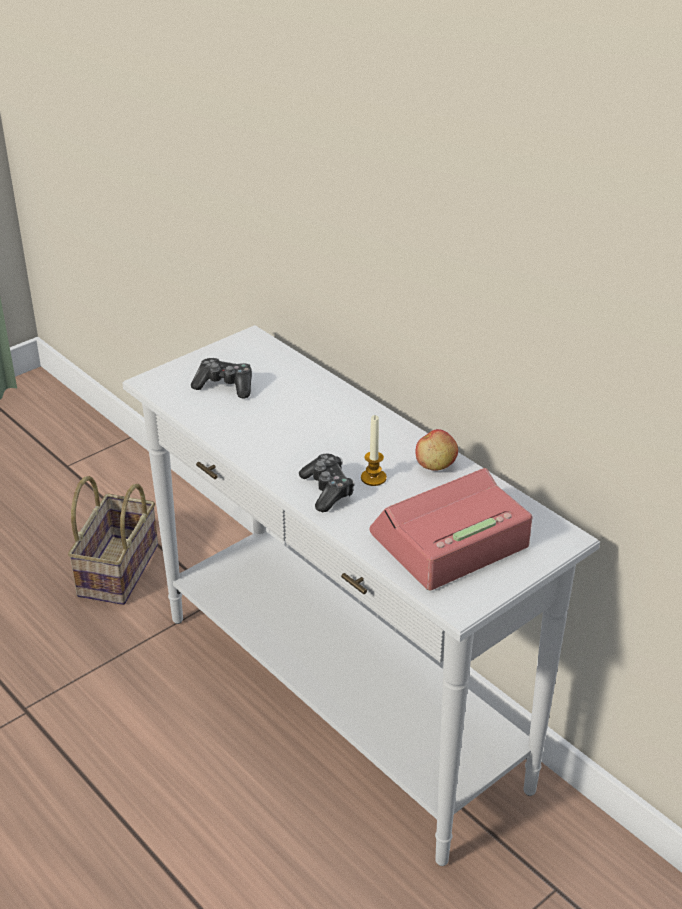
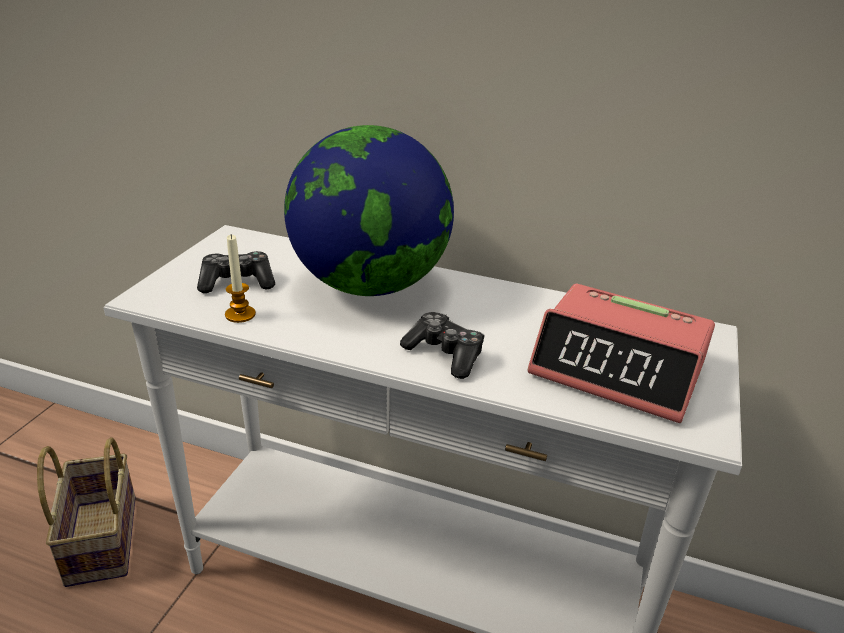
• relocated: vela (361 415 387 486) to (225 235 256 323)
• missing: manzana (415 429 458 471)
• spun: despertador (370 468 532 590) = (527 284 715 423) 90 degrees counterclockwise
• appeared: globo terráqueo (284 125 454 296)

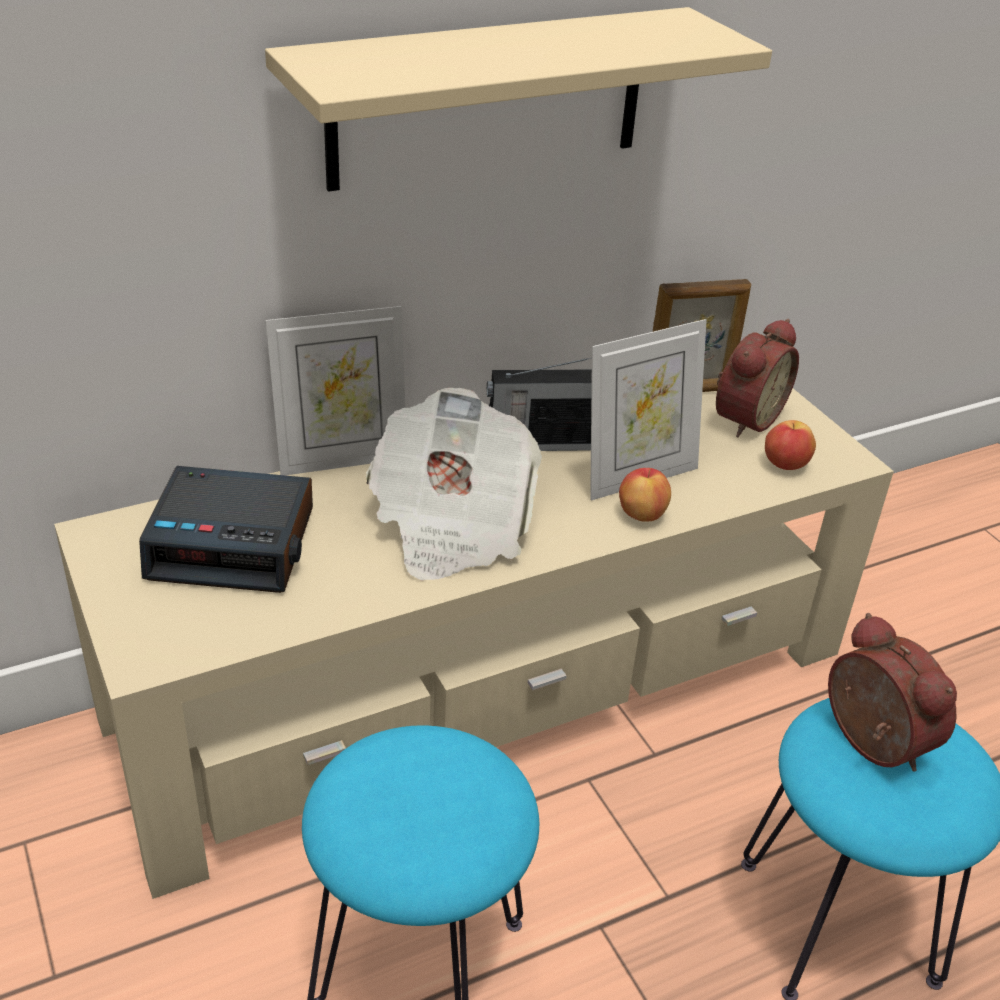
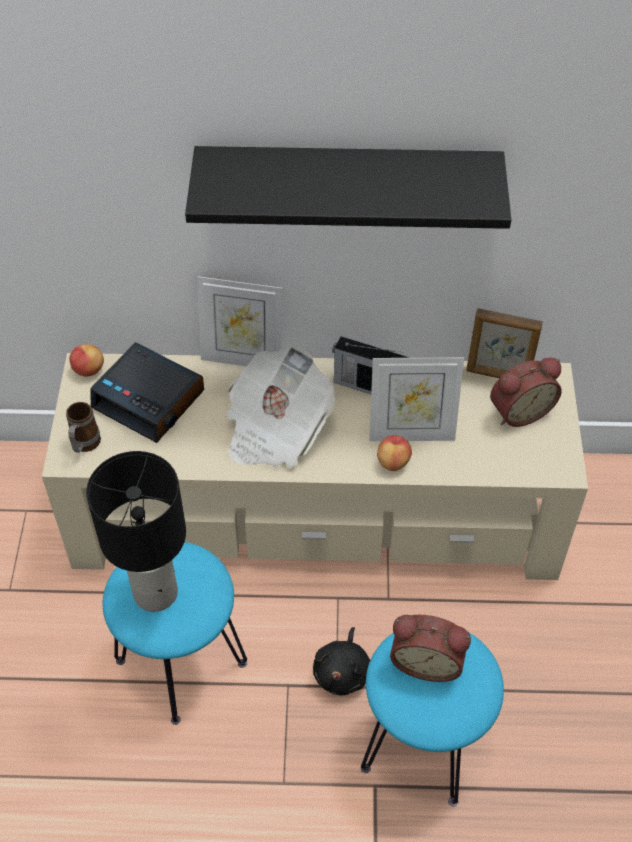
• colour: estante [beis] (265 7 772 192) to estante [negro] (185 146 511 229)
• relocated: manzana (765 420 816 470) to (69 344 104 376)
• spun: despertador (828 613 957 772) = (390 615 471 682) 105 degrees clockwise
• appeared: taza grande (66 402 101 453)
• appeared: lámpara de mesa [negro] (86 451 186 612)
• appeared: peluche [negro] (313 627 370 695)

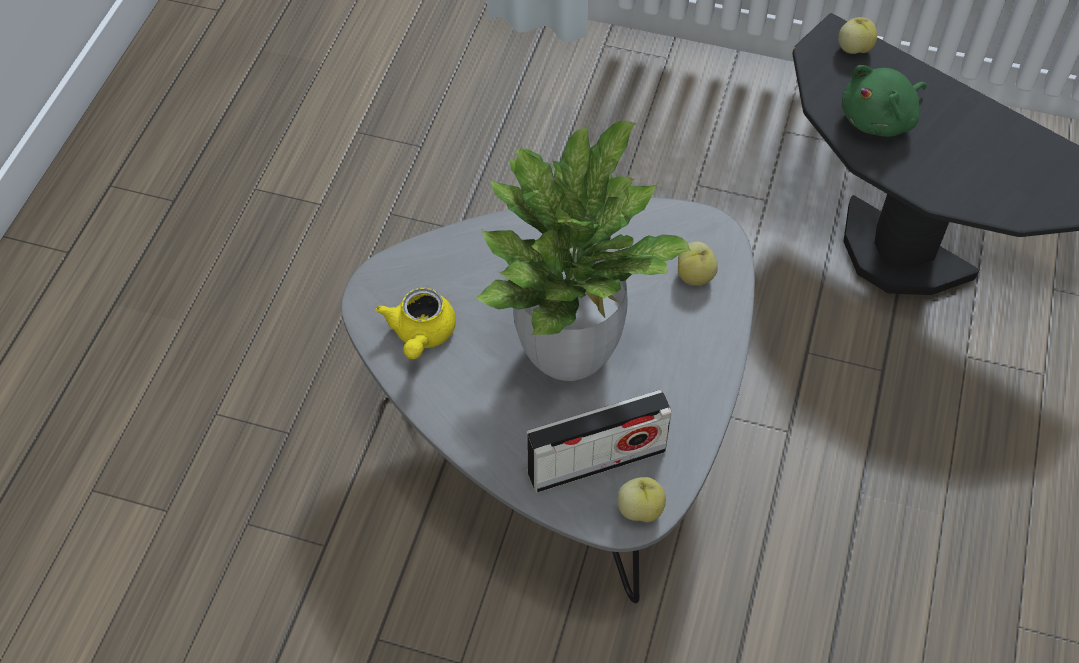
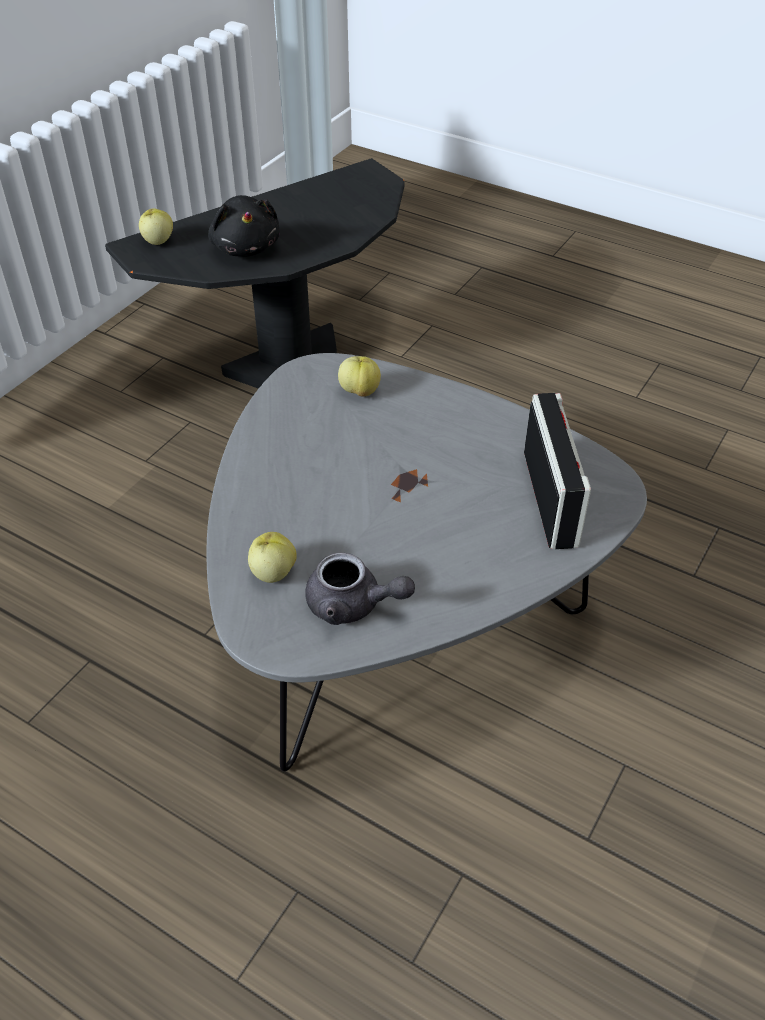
• colour: peluche [verde] (842 65 927 137) to peluche [negro] (208 195 279 257)
• missing: planta en maceta (472 120 691 381)
• colour: tetera [amarillo] (376 288 456 359) to tetera [gris] (305 553 415 625)
• relocated: manzana (617 477 666 522) to (248 532 297 583)

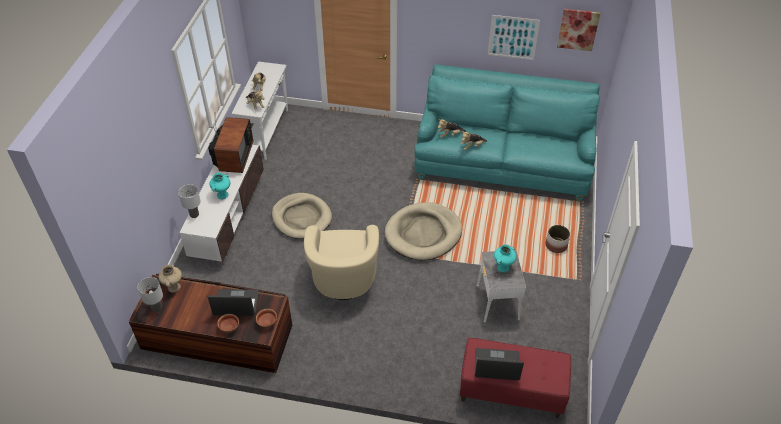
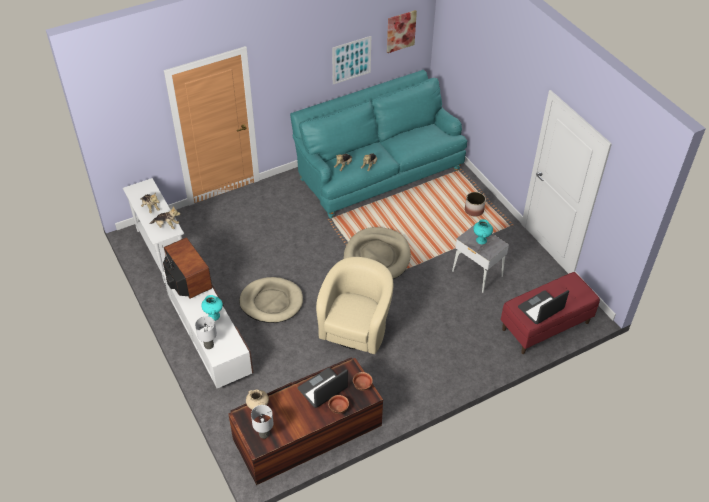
• spun: sillón [beis] (304 225 379 300) = (316 257 393 354) 120 degrees counterclockwise

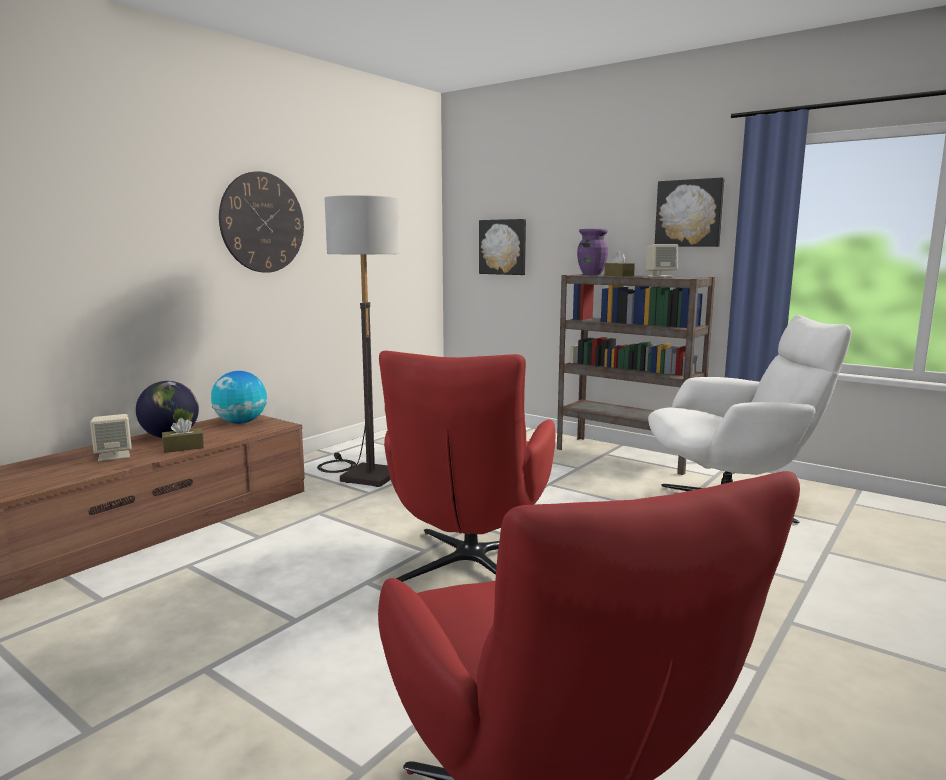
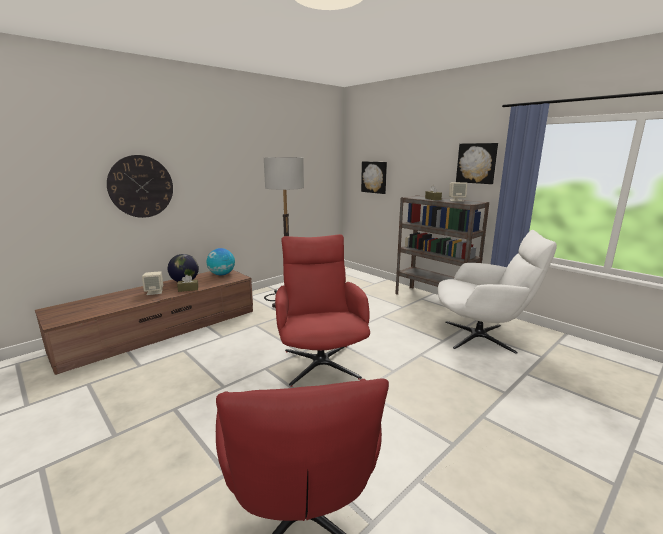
• relocated: reloj de pared (219 171 304 273) to (107 155 173 218)
• missing: florero [morado] (577 229 608 275)
• spun: sillón [rojo] (379 351 555 582) = (275 234 370 387) 150 degrees clockwise

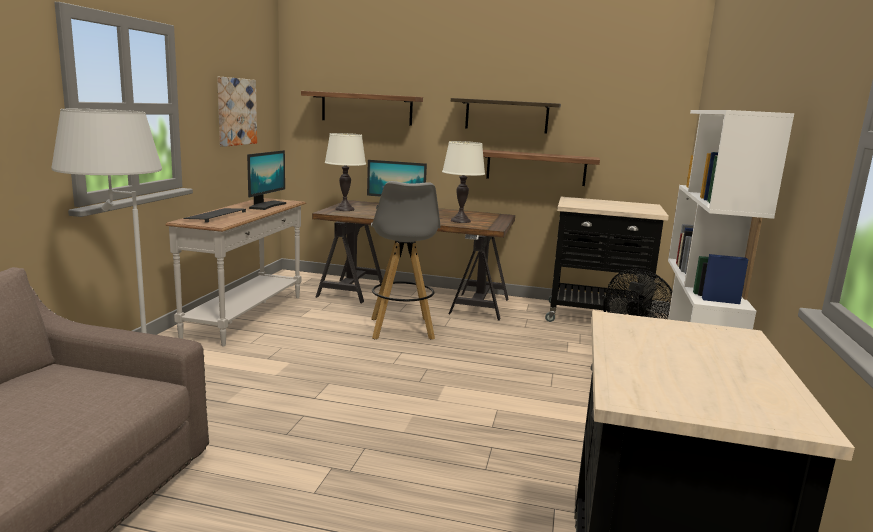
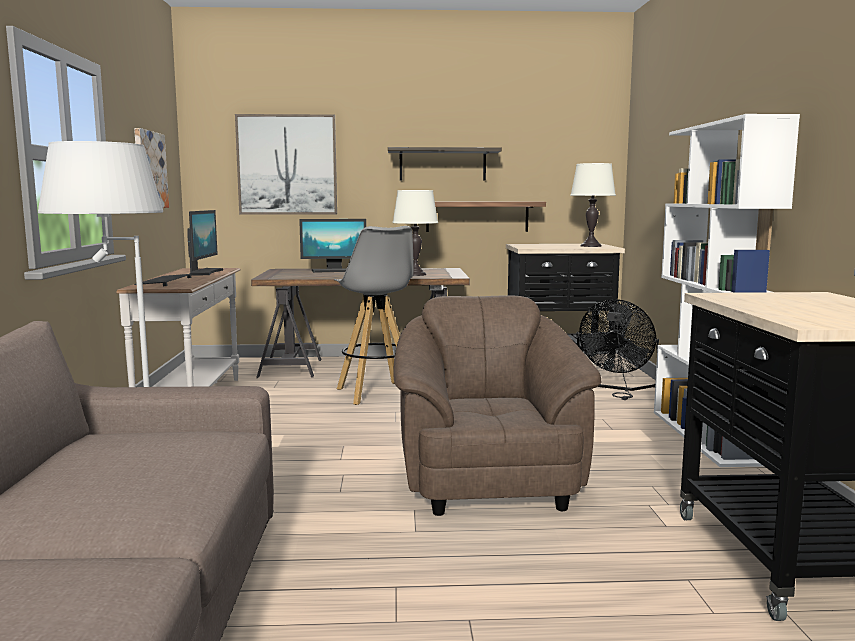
• exchanged: estante (301 91 423 126) to cuadro (235 114 337 215)
• relocated: lámpara de mesa [blanco] (325 133 366 211) to (570 163 616 247)
• appeared: sillón [marrón] (393 295 602 516)

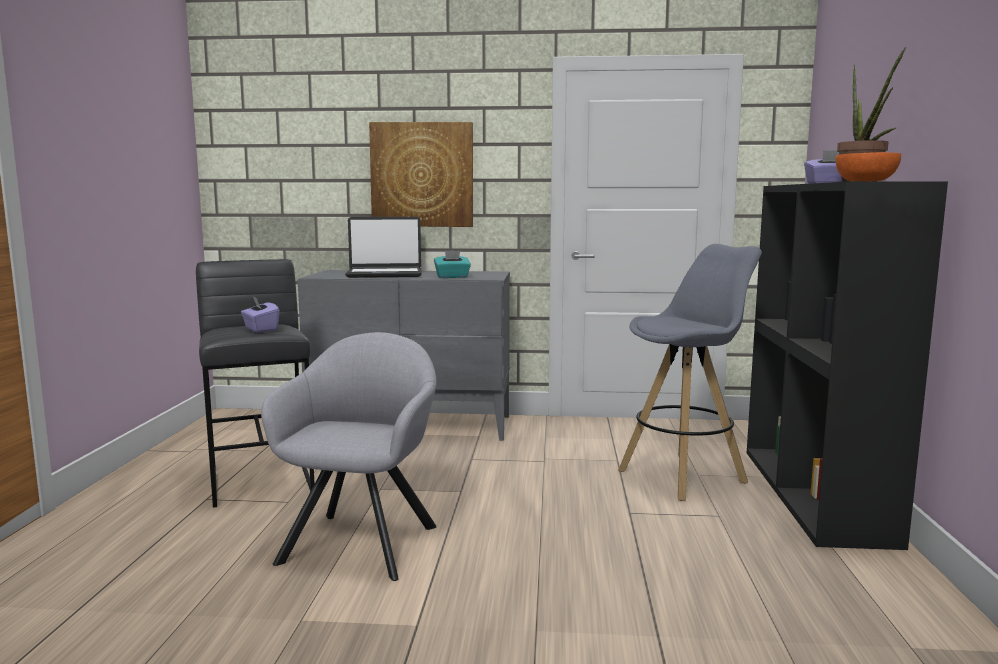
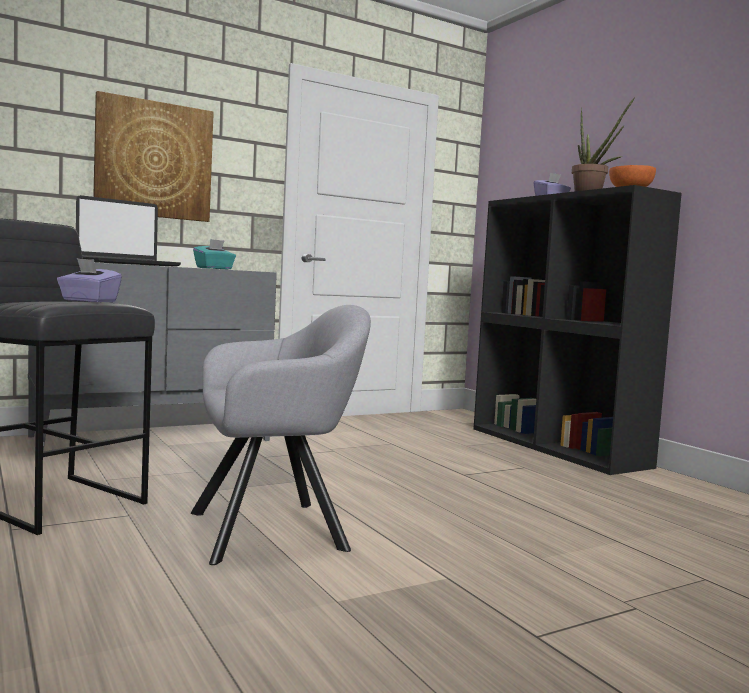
• missing: taburete [gris] (618 244 762 501)
• spun: sillón [gris] (261 332 437 581) = (191 305 371 565) 90 degrees clockwise

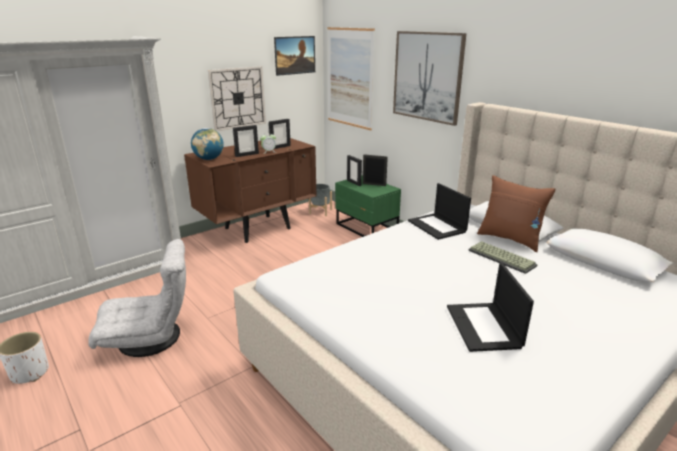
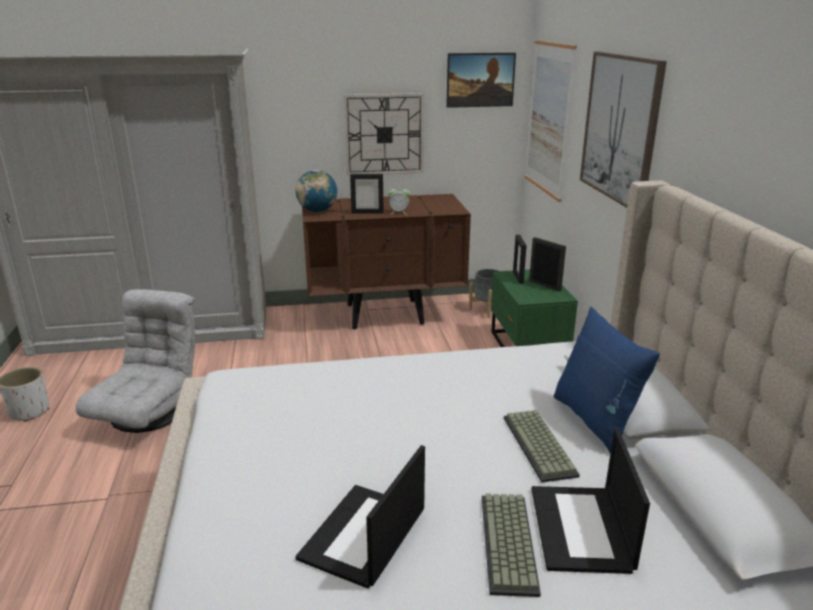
• missing: portarretratos (269 119 291 149)
• colour: cojín [marrón] (477 175 555 252) to cojín [azul] (554 307 660 454)
• relocated: portátil (408 183 471 240) to (531 429 650 574)
• spun: sillón [gris] (88 239 186 357) = (76 289 195 433) 90 degrees counterclockwise
• appeared: teclado (482 494 541 597)

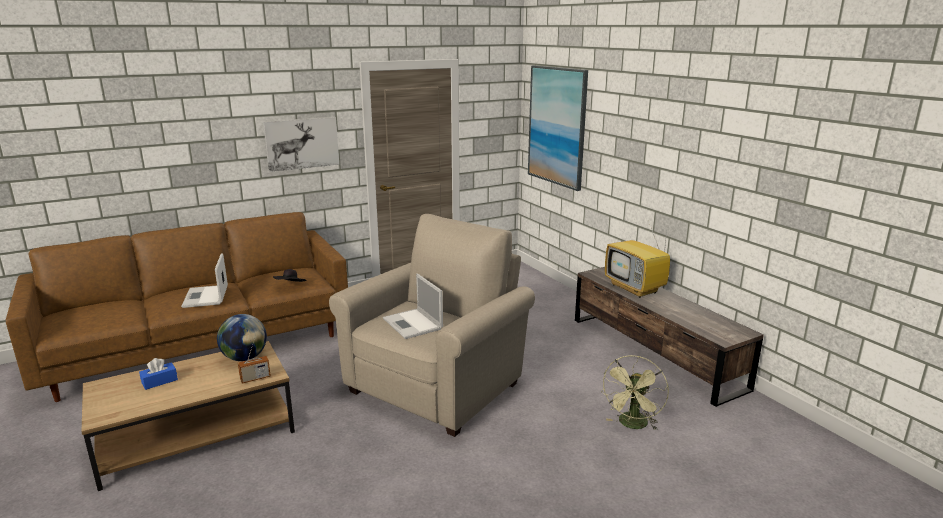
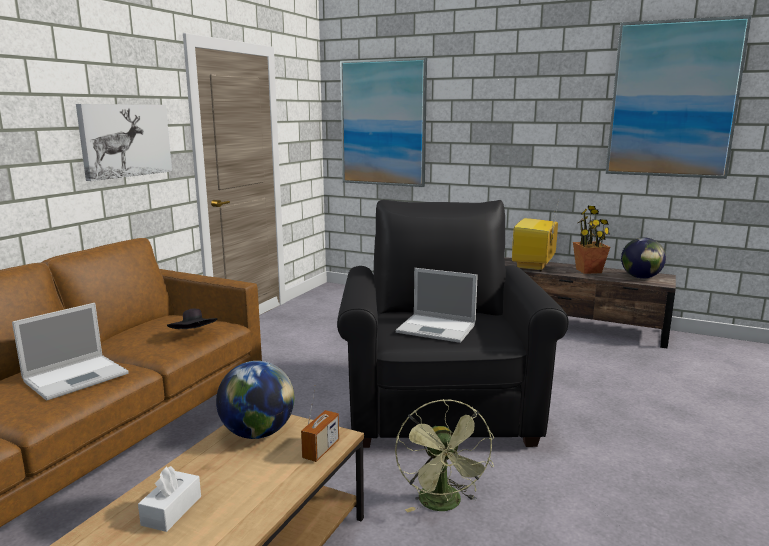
• colour: sillón [beis] (329 214 535 437) to sillón [negro] (337 200 569 448)
• spun: televisor (605 224 670 298) = (512 200 559 272) 90 degrees clockwise
• spun: portátil (181 253 228 308) = (12 303 129 401) 90 degrees counterclockwise
• relocated: ventilador [verde] (601 355 669 430) to (395 399 494 512)
• colour: caja de pañuelos [azul] (139 358 178 390) to caja de pañuelos [blanco] (138 466 201 532)
• appeared: cuadro (605 15 752 179)
• appeared: planta en maceta (573 206 610 274)
• appeared: globo terráqueo (621 237 666 279)

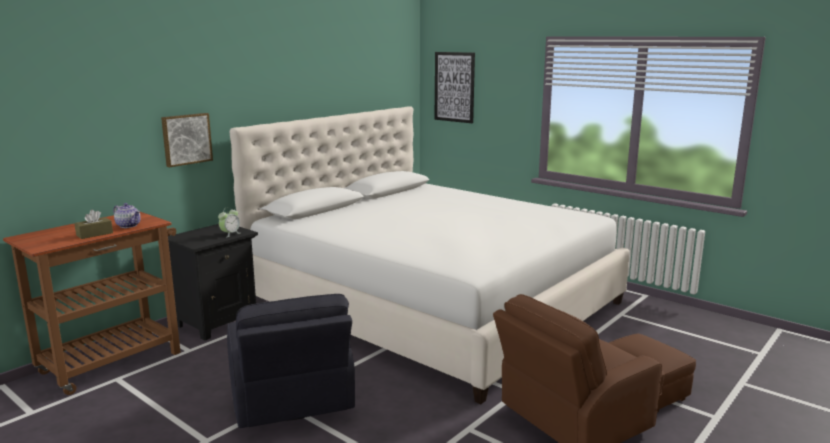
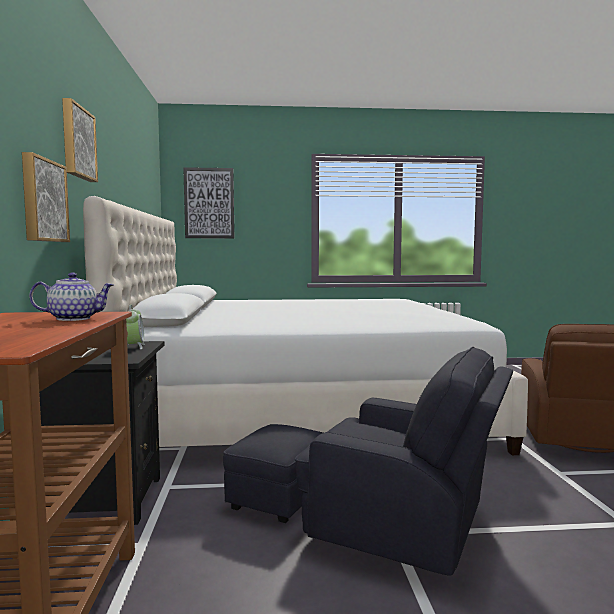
• missing: caja de pañuelos [marrón] (74 210 113 239)
• appeared: cuadro (62 98 98 182)

